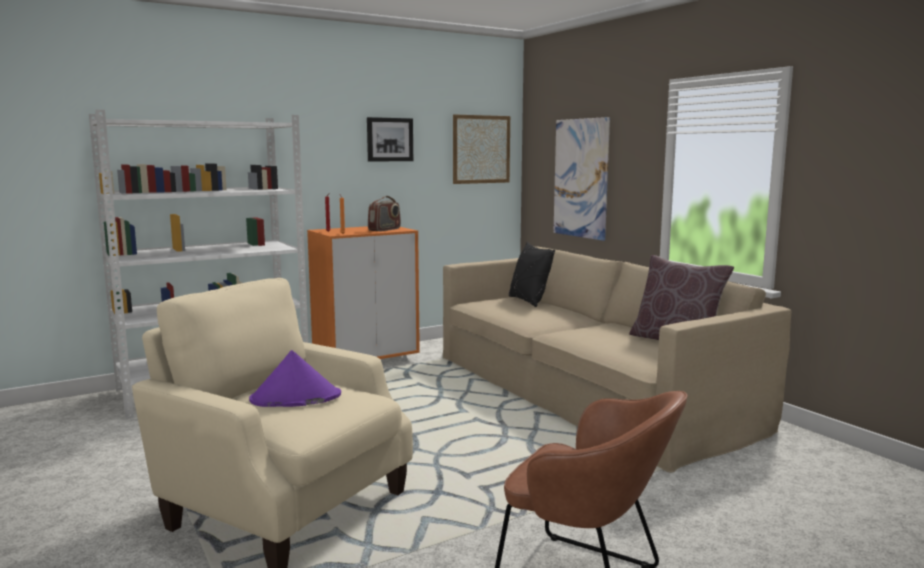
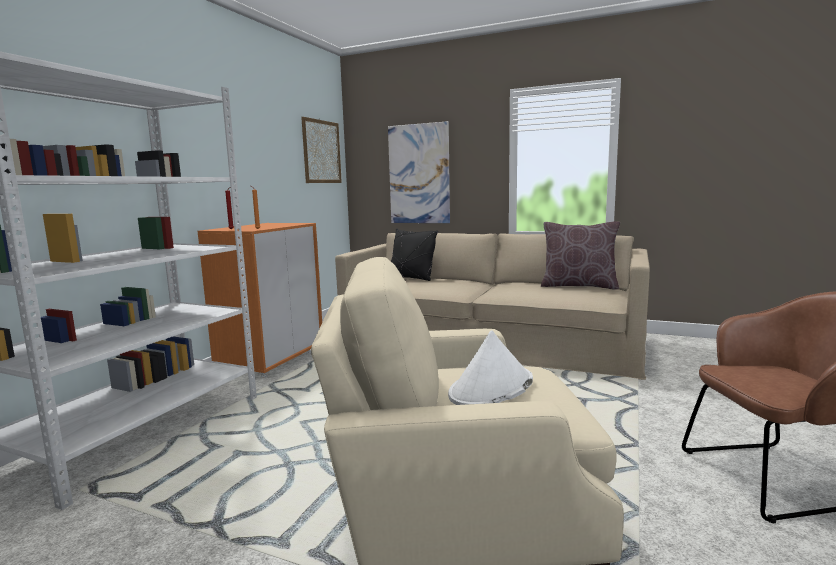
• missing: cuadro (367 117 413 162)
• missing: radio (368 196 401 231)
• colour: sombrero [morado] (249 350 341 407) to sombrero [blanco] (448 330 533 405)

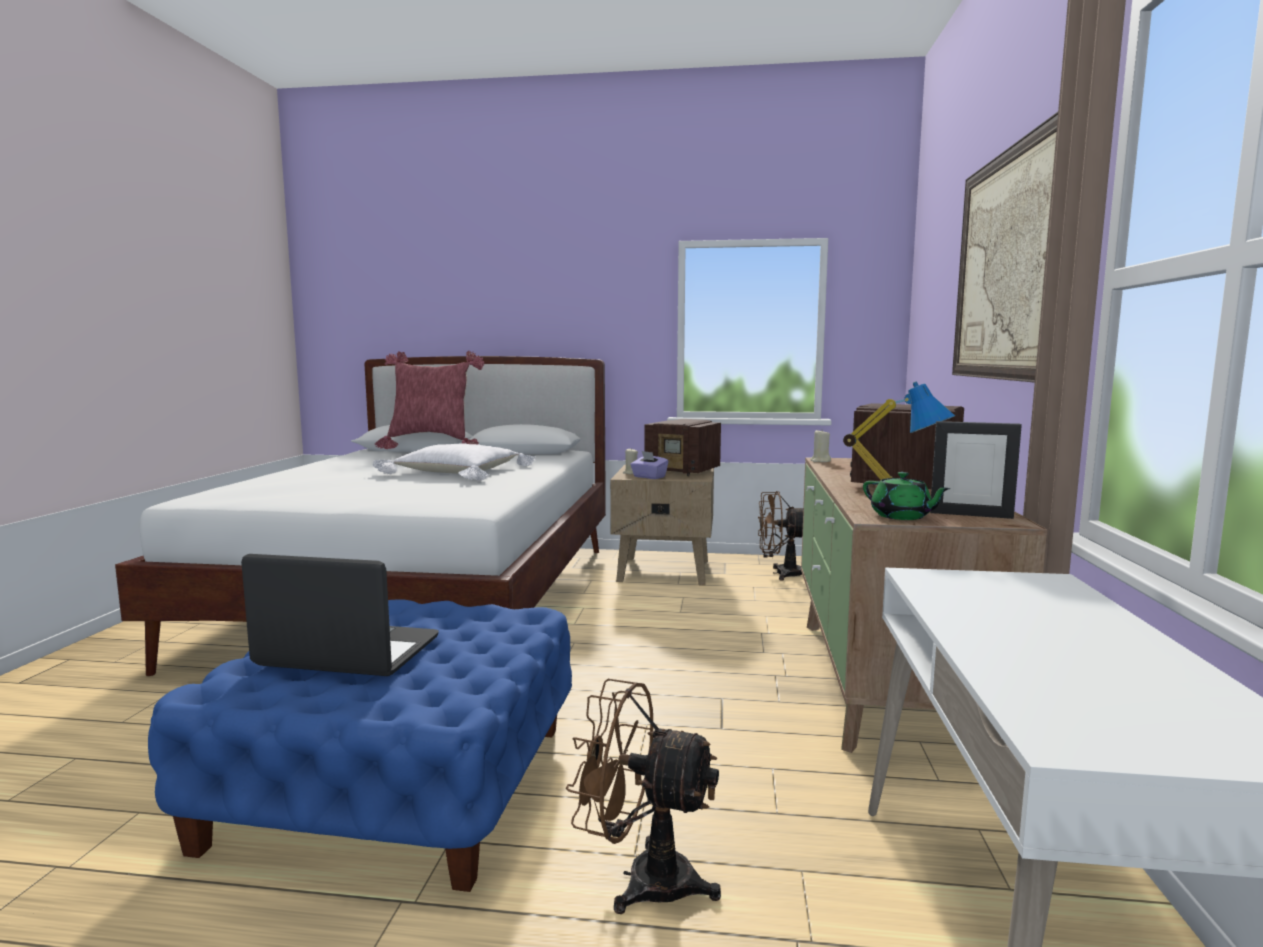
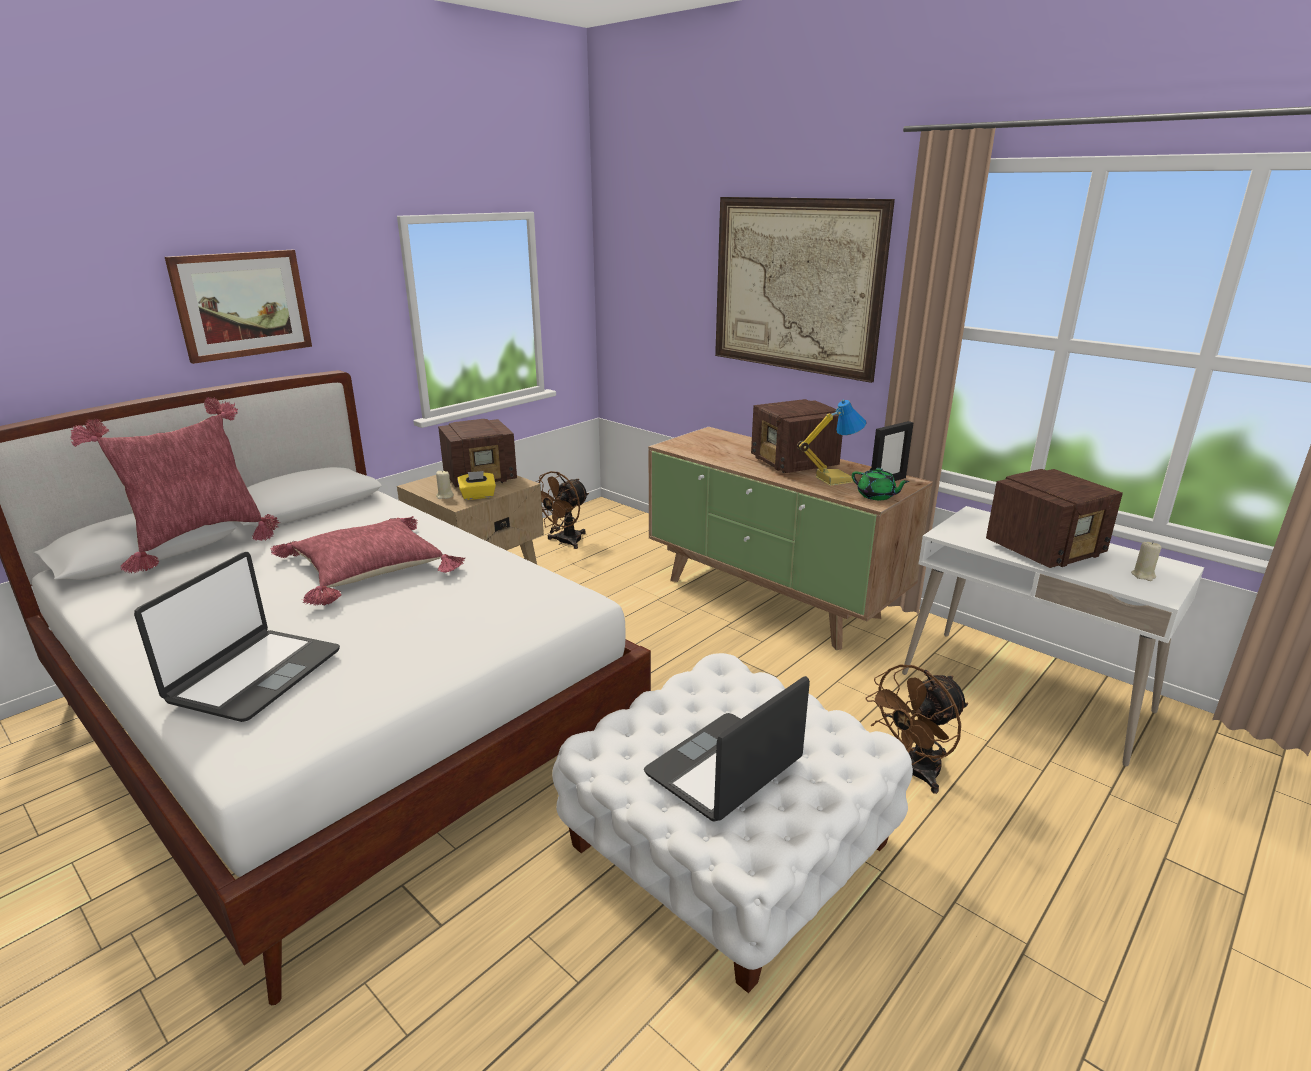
• relocated: vela [beis] (811 430 831 462) to (1131 541 1162 581)
• colour: cojín [blanco] (372 444 536 481) to cojín [rojo] (270 516 465 606)
• colour: caja de pañuelos [morado] (630 451 669 479) to caja de pañuelos [amarillo] (457 471 496 500)
• spun: tetera [verde] (863 472 951 520) = (852 468 910 500) 45 degrees clockwise
• colour: puf [azul] (148 599 572 892) to puf [blanco] (552 653 913 993)
• appeared: cuadro (165 250 312 364)
• appeared: radio (986 469 1123 568)
• appeared: portátil (134 552 340 722)

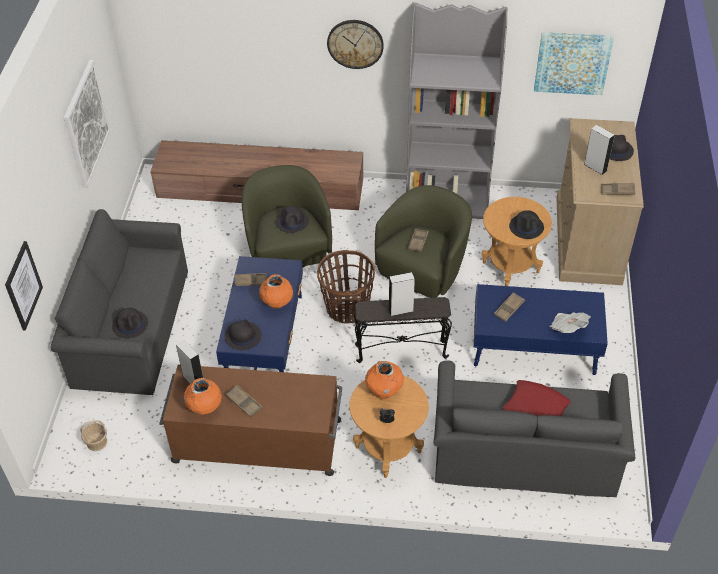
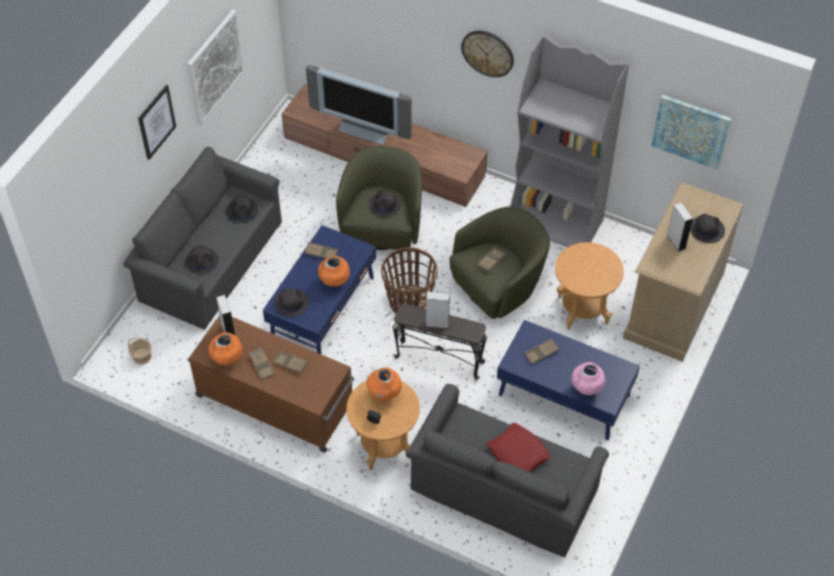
• relocated: bandeja [marrón] (601 183 635 195) to (272 351 308 373)
• relocated: sombrero [negro] (509 210 544 239) to (225 196 258 223)
• relocated: cuadro (5 241 43 331) to (138 85 176 160)
• exchanged: periódico (549 312 591 333) to florero [rosa] (571 362 605 395)
• appeared: televisor (306 65 412 145)

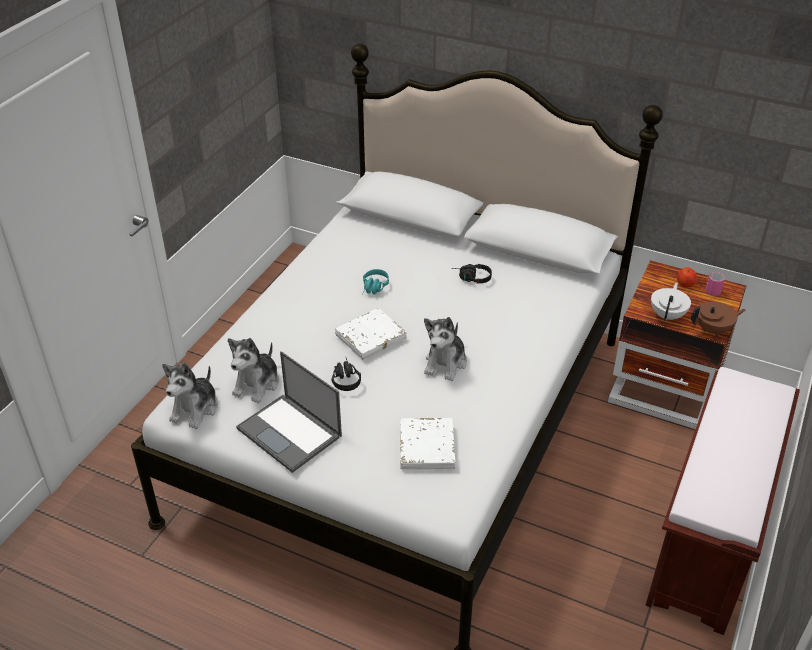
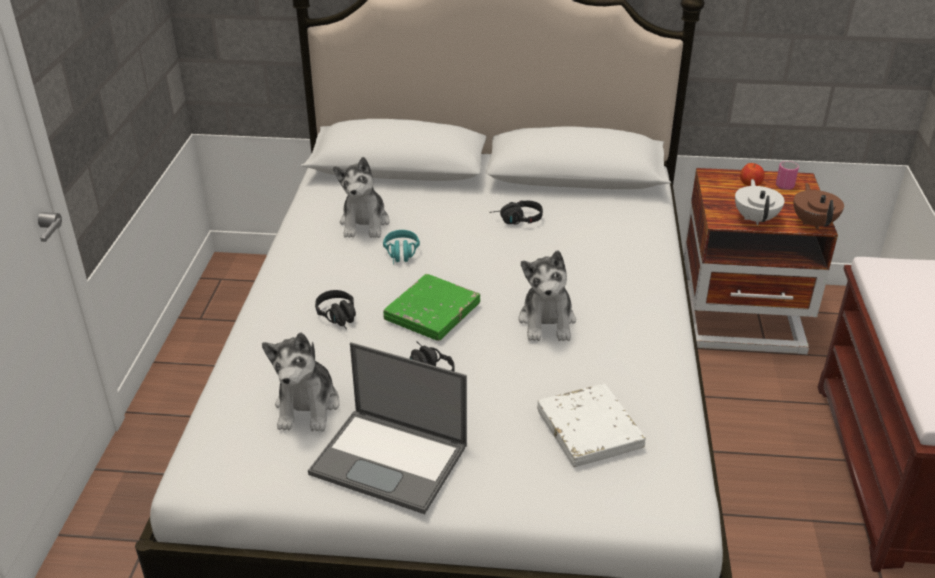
• spun: tetera [marrón] (691 301 745 337) = (793 183 844 230) 60 degrees counterclockwise
• colour: libro [blanco] (335 308 406 359) to libro [verde] (383 274 480 341)
• relocated: peluche (162 363 218 429) to (333 157 390 238)
• appeared: auriculares [negro] (315 290 356 329)

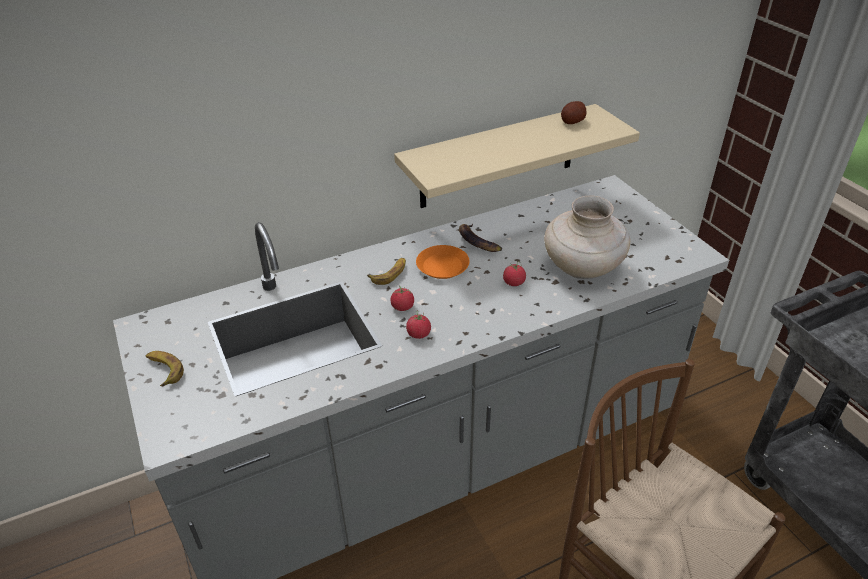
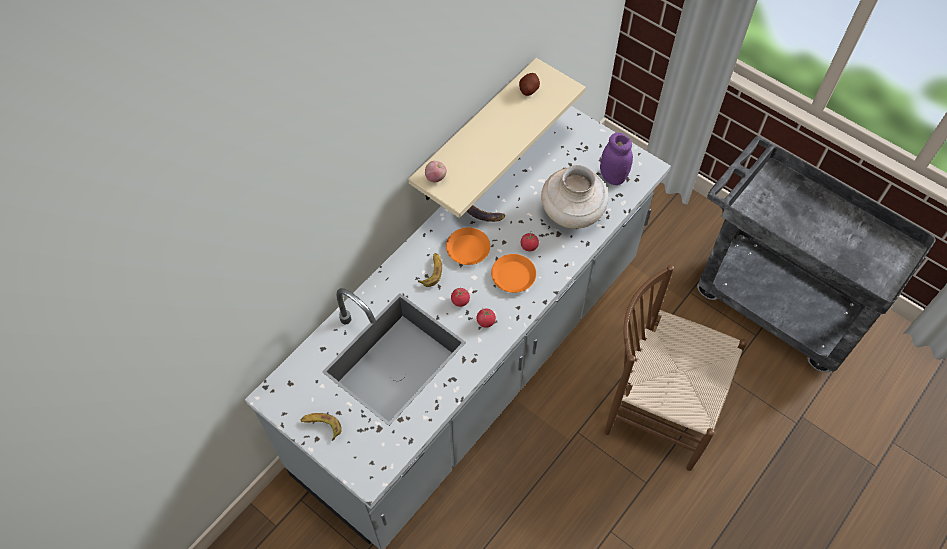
• appeared: tarro [morado] (600 133 633 185)
• appeared: manzana (425 161 447 183)
• appeared: plato [naranja] (491 254 536 293)

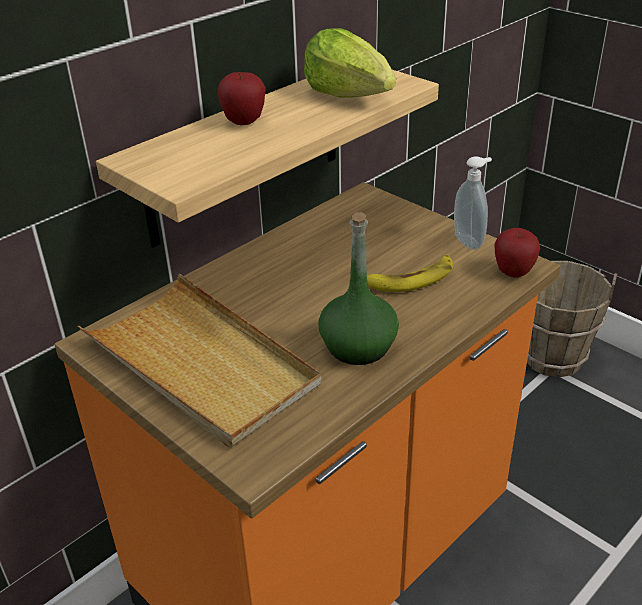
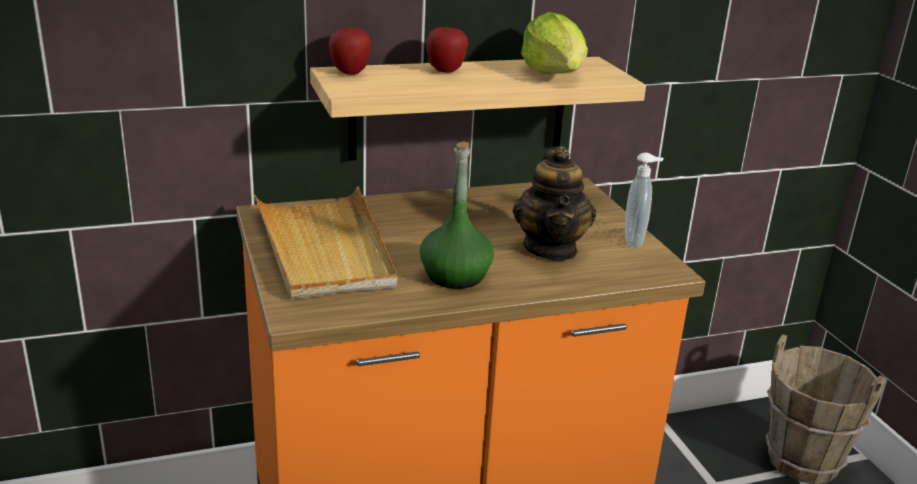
• relocated: manzana (494 228 540 278) to (329 26 371 75)
• exchanged: plátano (367 254 453 292) to tetera (513 146 596 261)

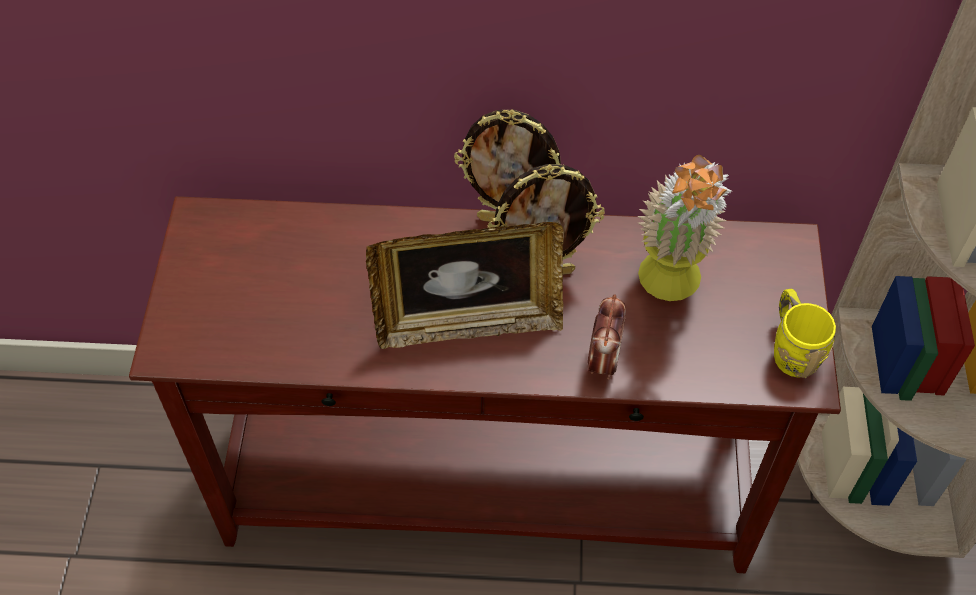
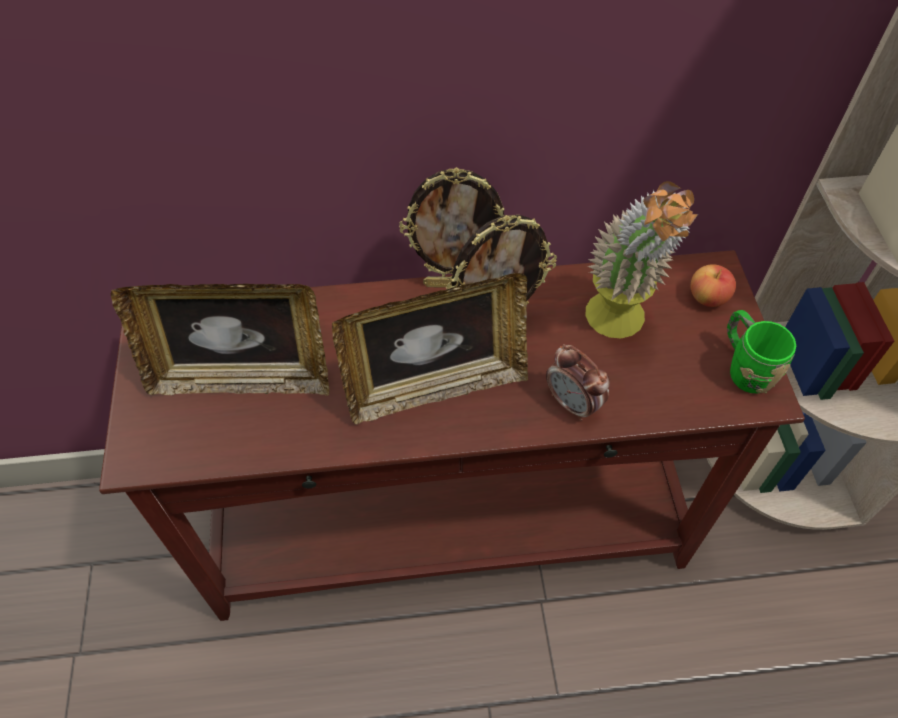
• colour: taza grande [amarillo] (774 289 836 378) to taza grande [verde] (727 310 796 394)
• spun: despertador (588 294 626 380) = (546 344 610 421) 135 degrees clockwise
• appeared: manzana (691 264 736 307)
• appeared: portarretratos (111 284 329 396)

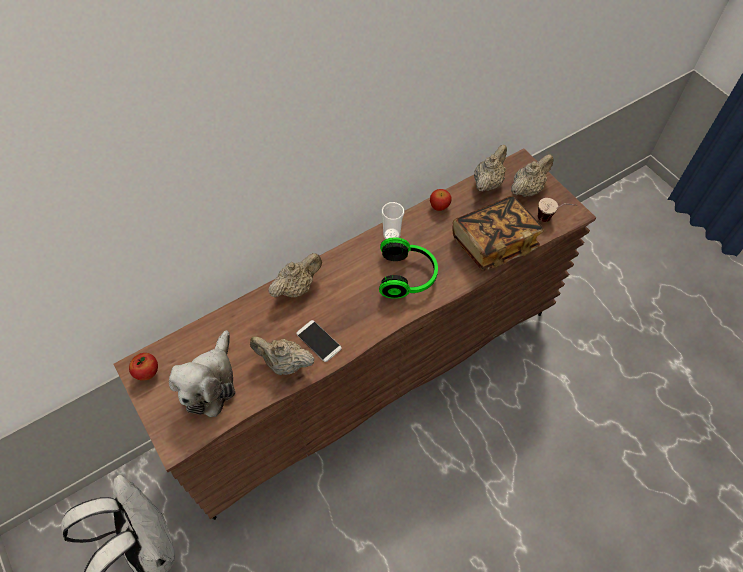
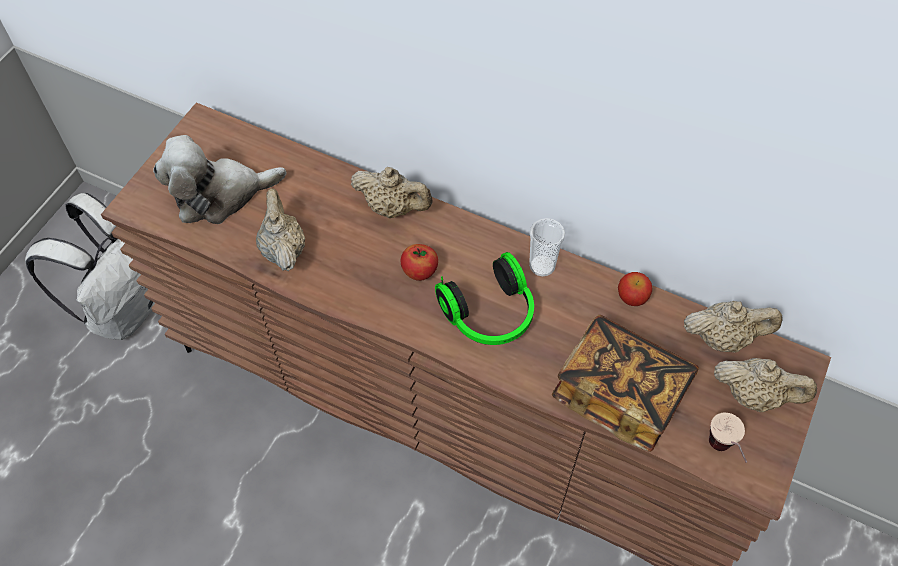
• missing: móvil (296 320 342 362)
• relocated: manzana (129 353 158 381) to (401 244 438 281)

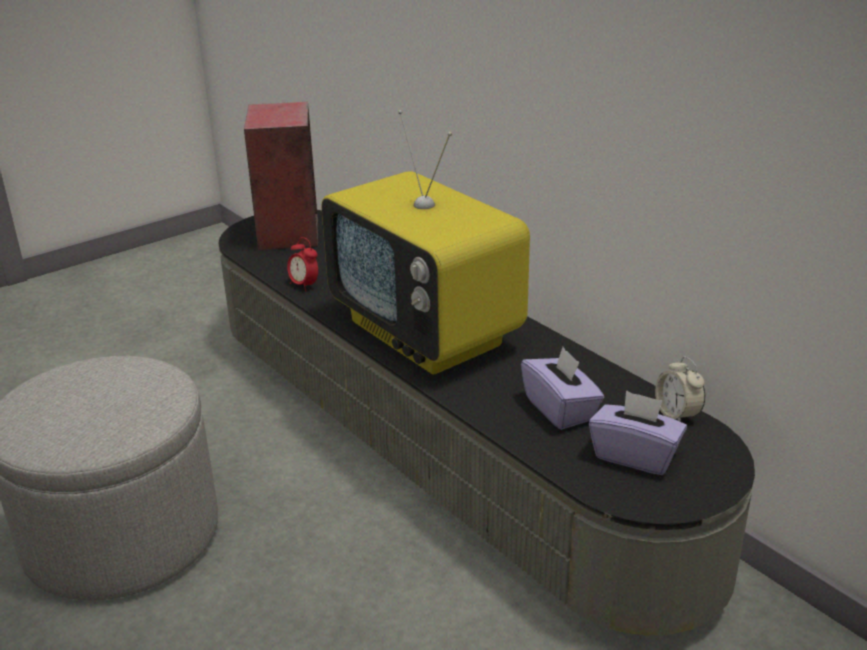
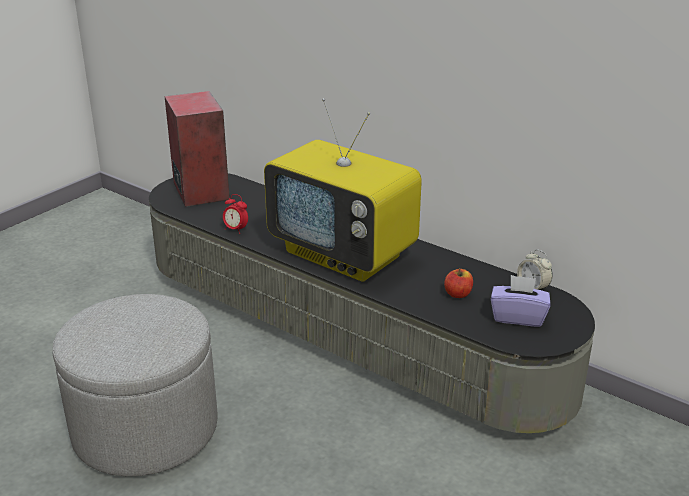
• exchanged: caja de pañuelos [morado] (521 347 604 430) to manzana (444 268 473 298)

